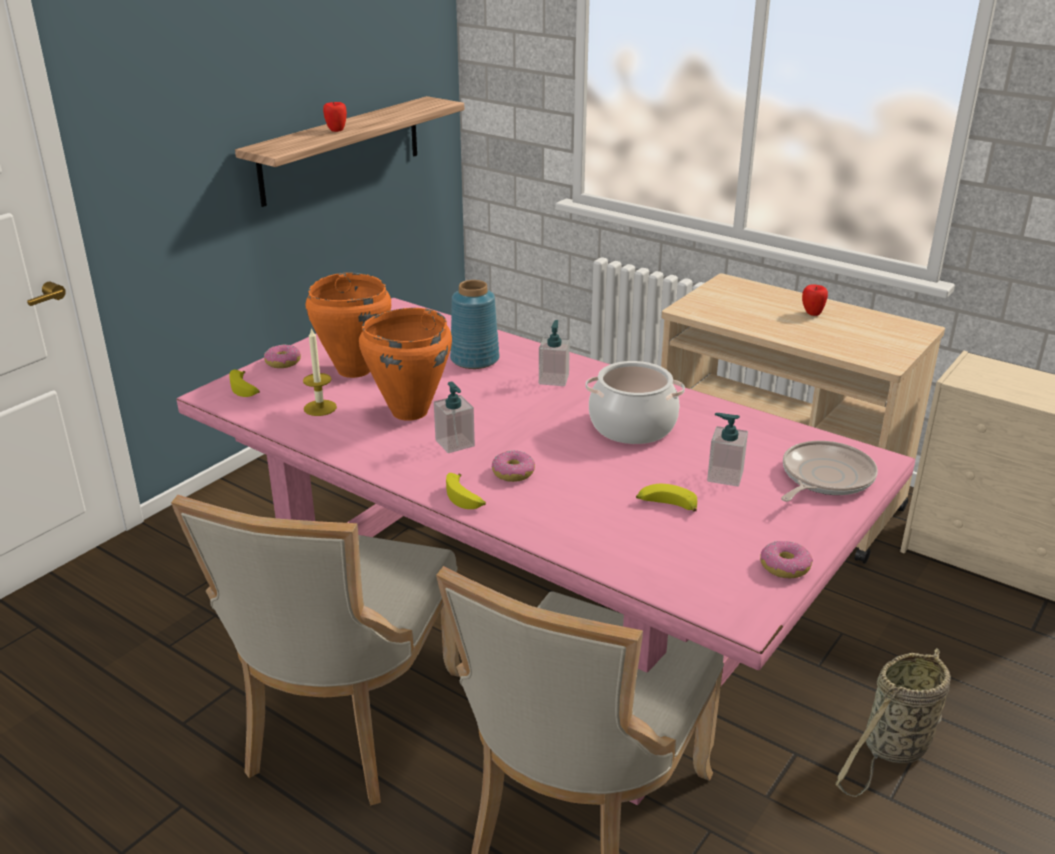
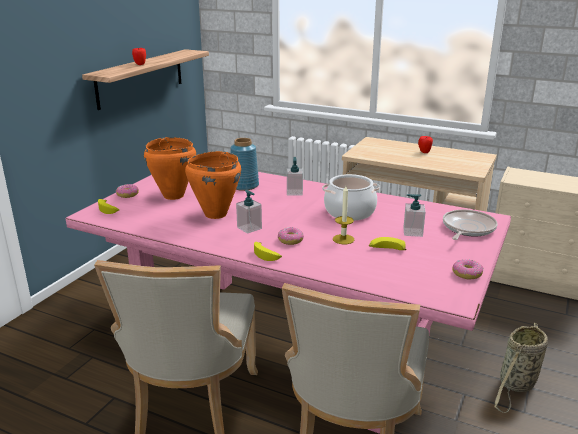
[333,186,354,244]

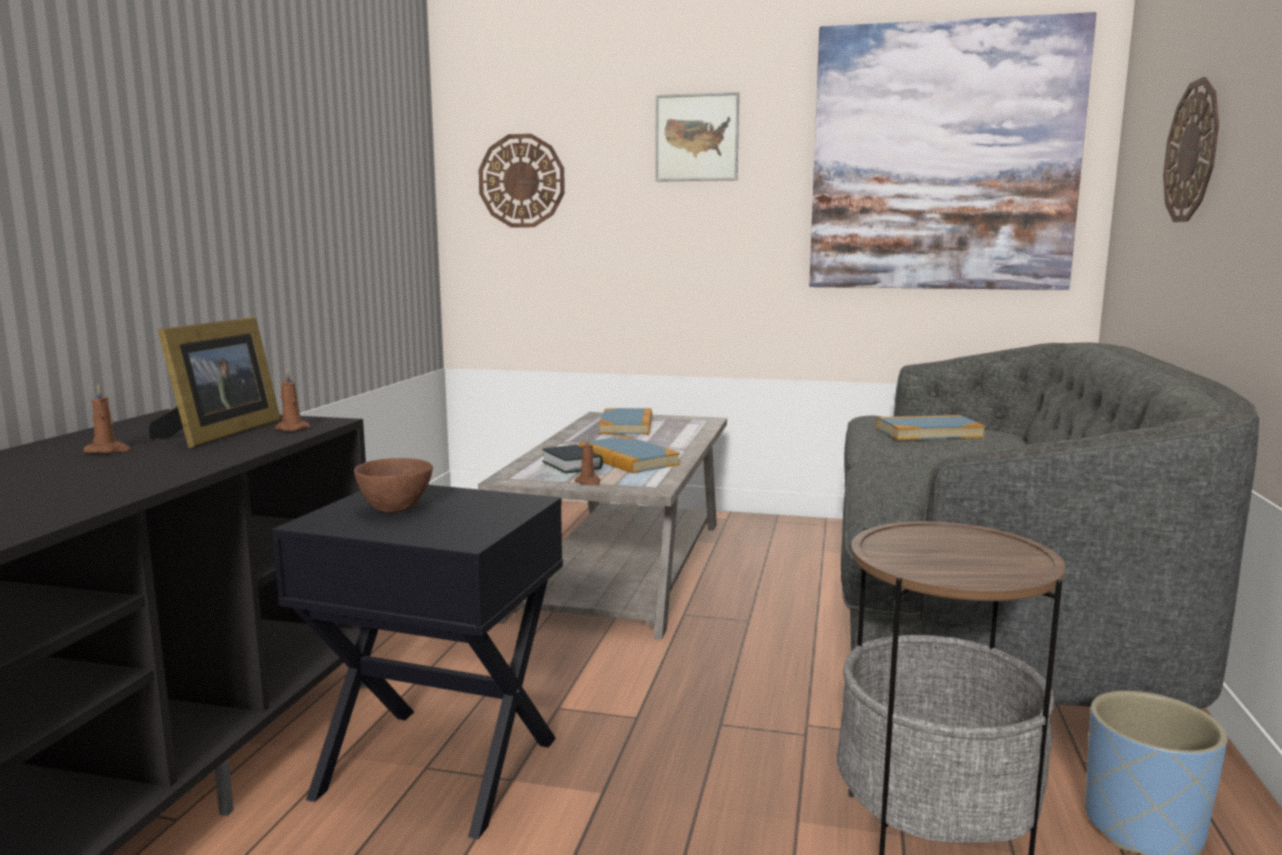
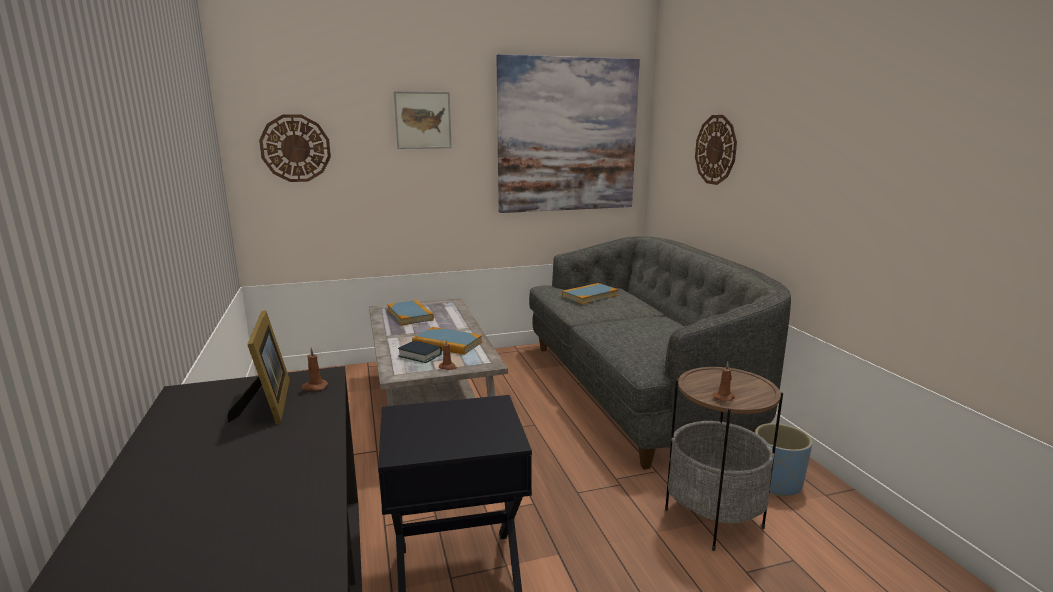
[713,362,735,402]
[354,458,433,513] (first image)

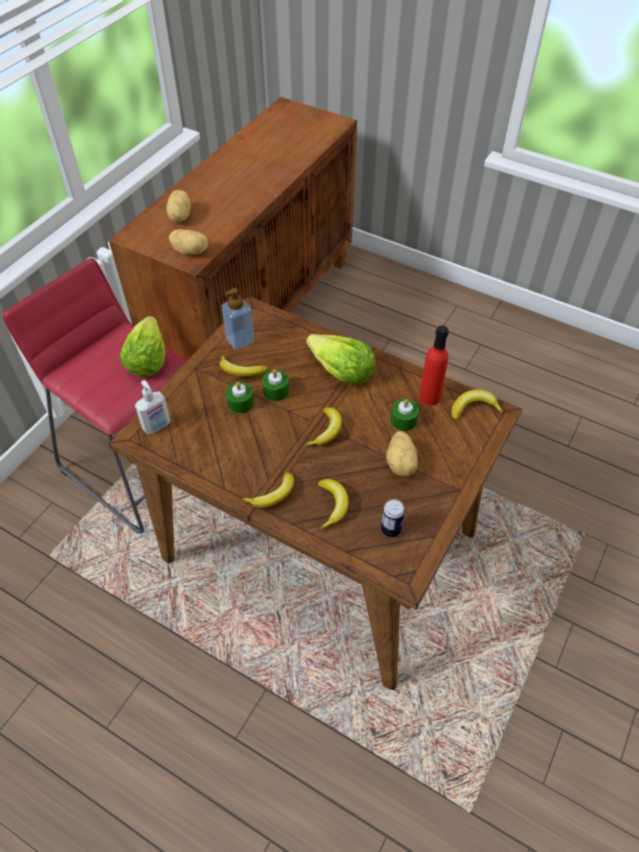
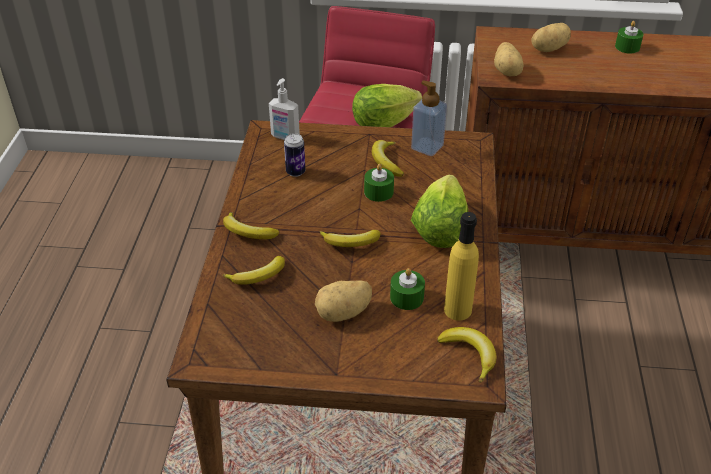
[284,133,305,177]
[444,212,479,321]
[615,21,644,54]

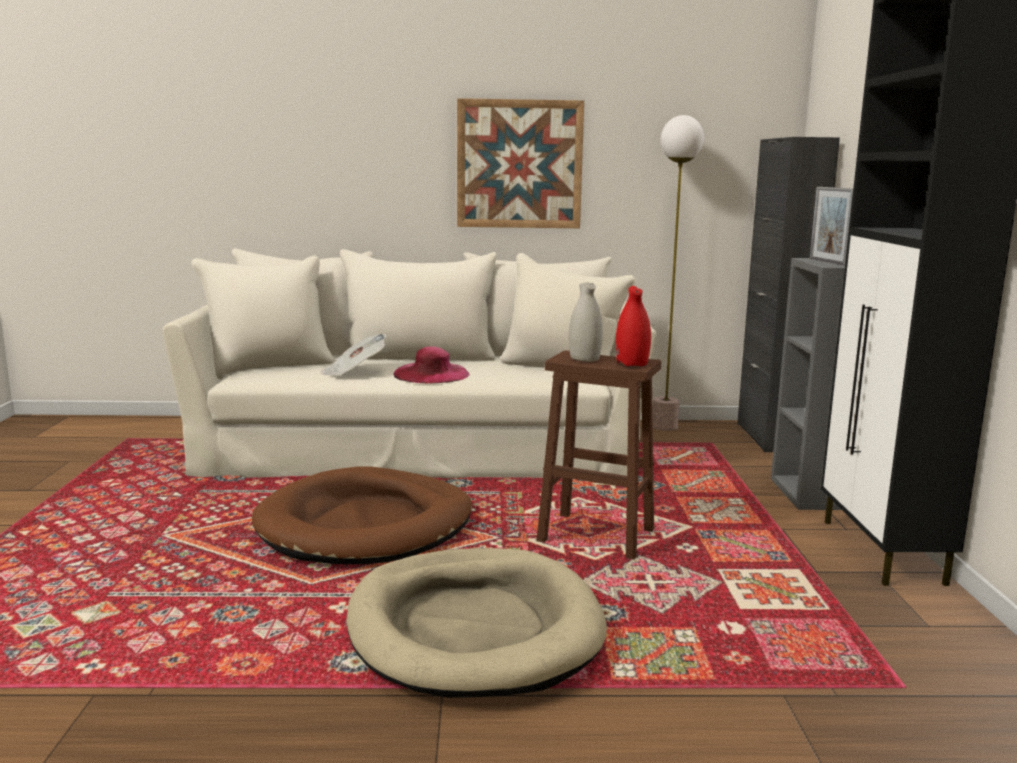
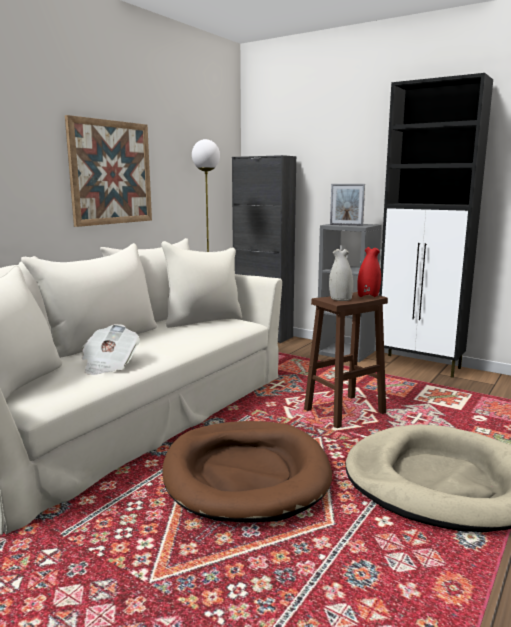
[394,346,470,383] (first image)

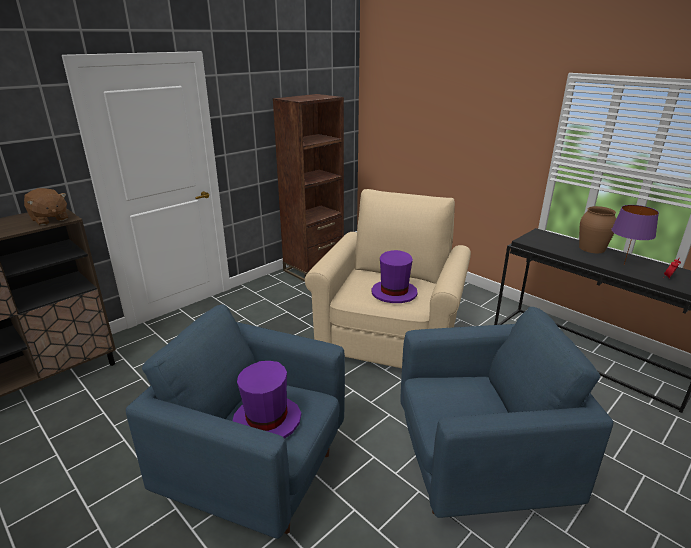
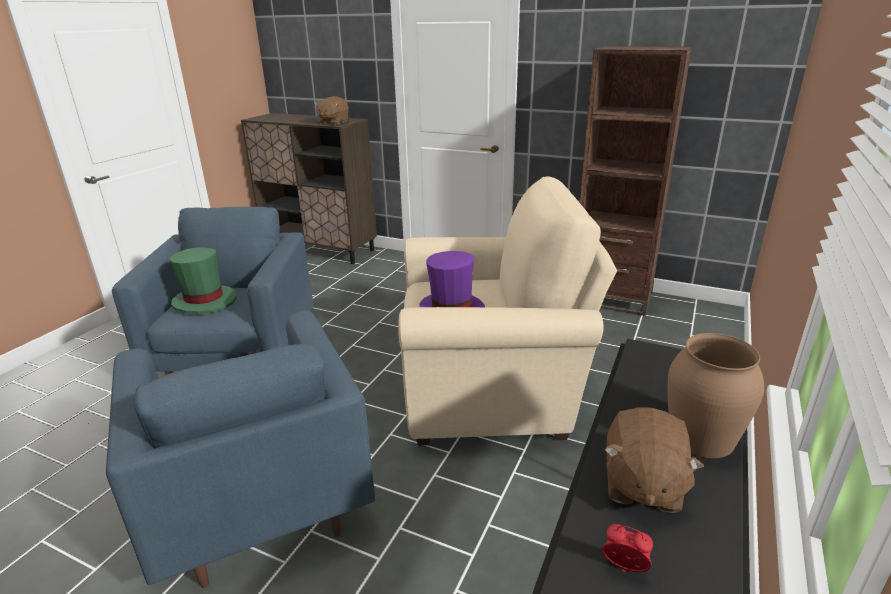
[170,247,237,314]
[604,407,704,513]

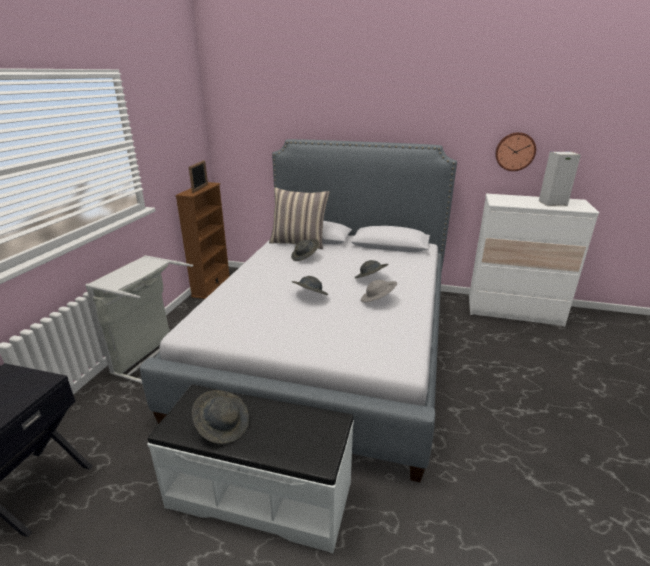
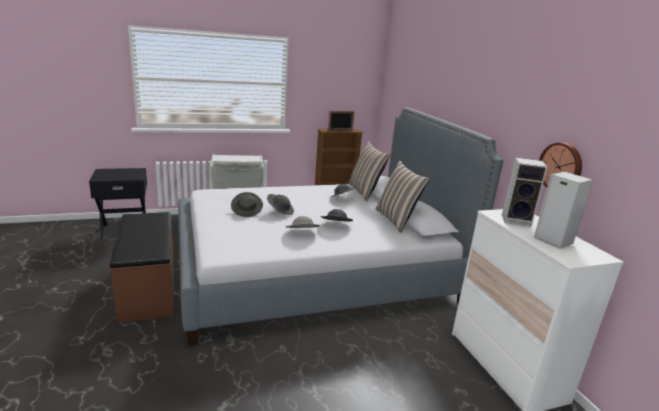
[110,212,174,323]
[231,192,263,217]
[376,161,429,233]
[502,157,547,227]

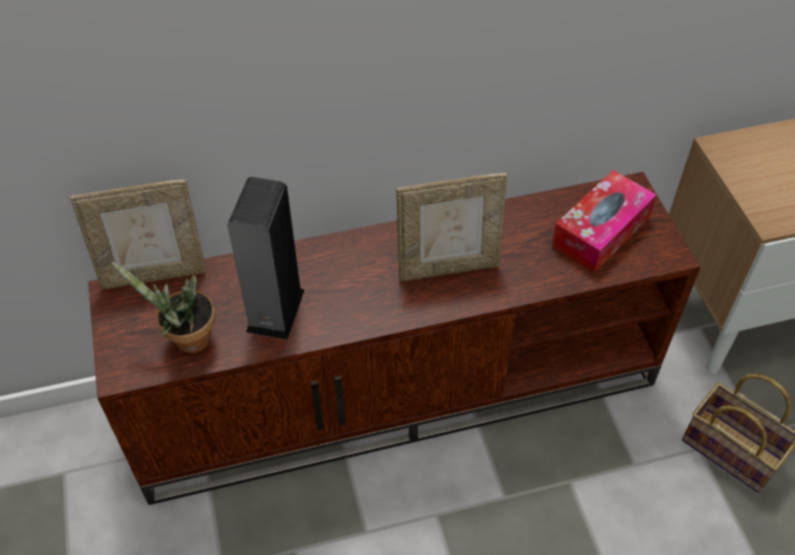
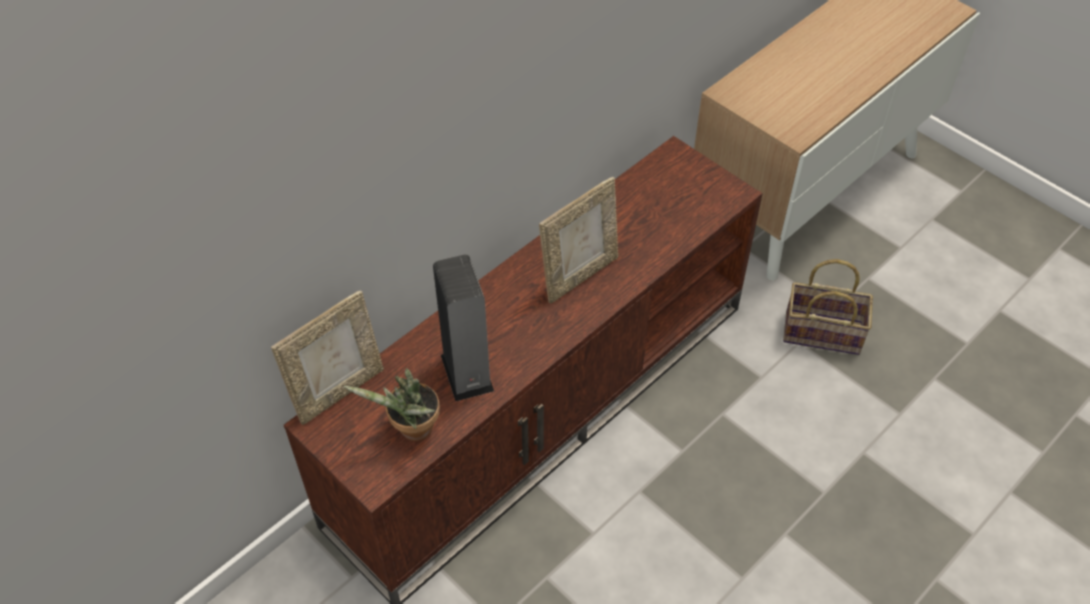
[552,170,656,273] (first image)

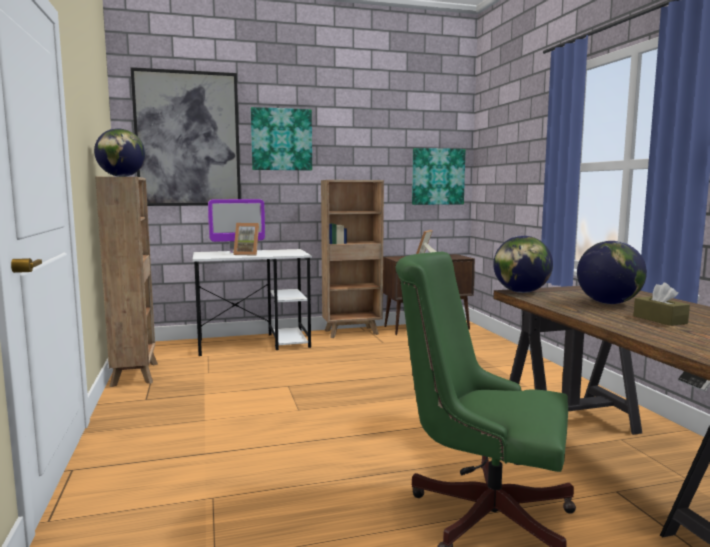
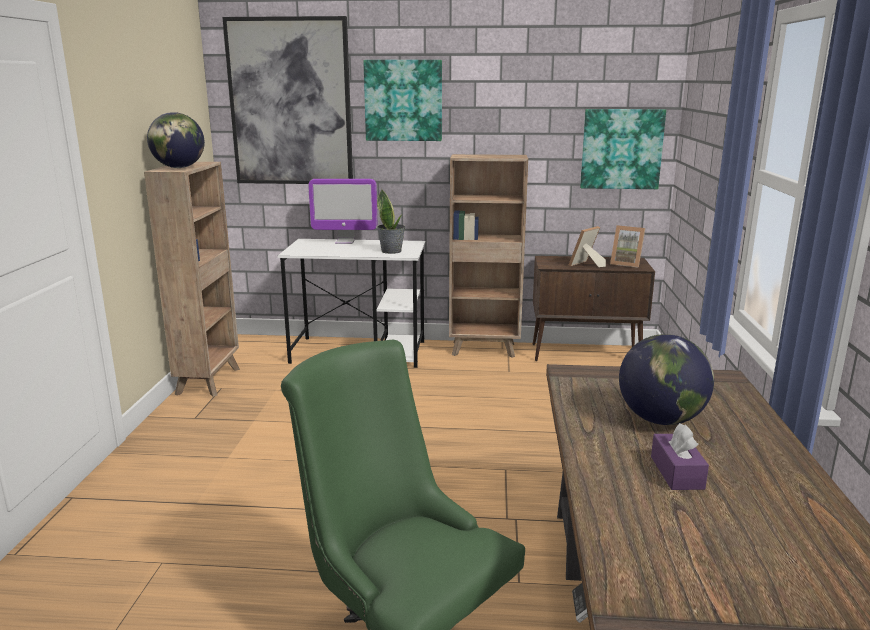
[377,189,405,254]
[610,225,645,268]
[651,423,709,490]
[493,236,553,293] (first image)

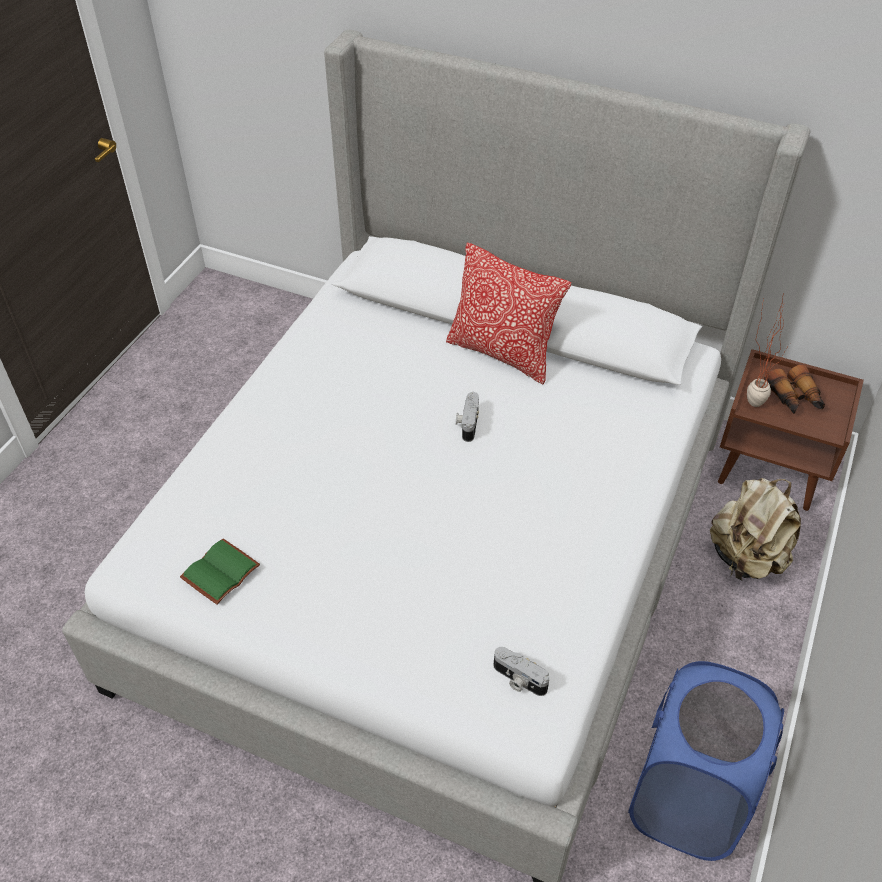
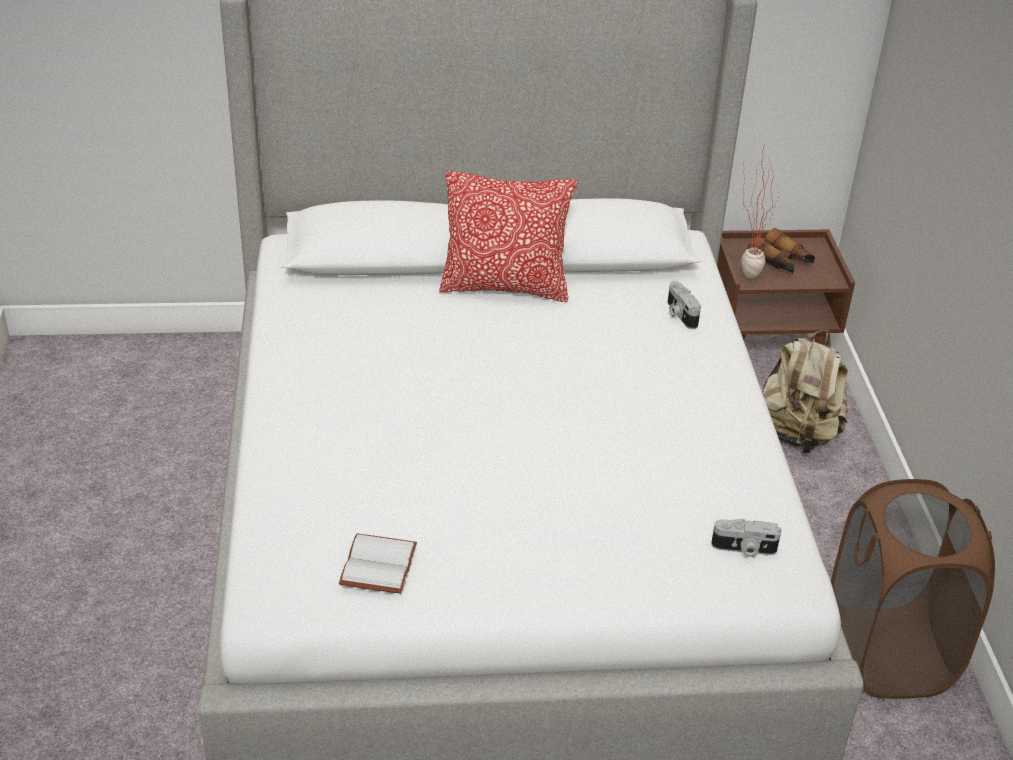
[339,533,417,594]
[667,281,701,329]
[831,479,995,699]

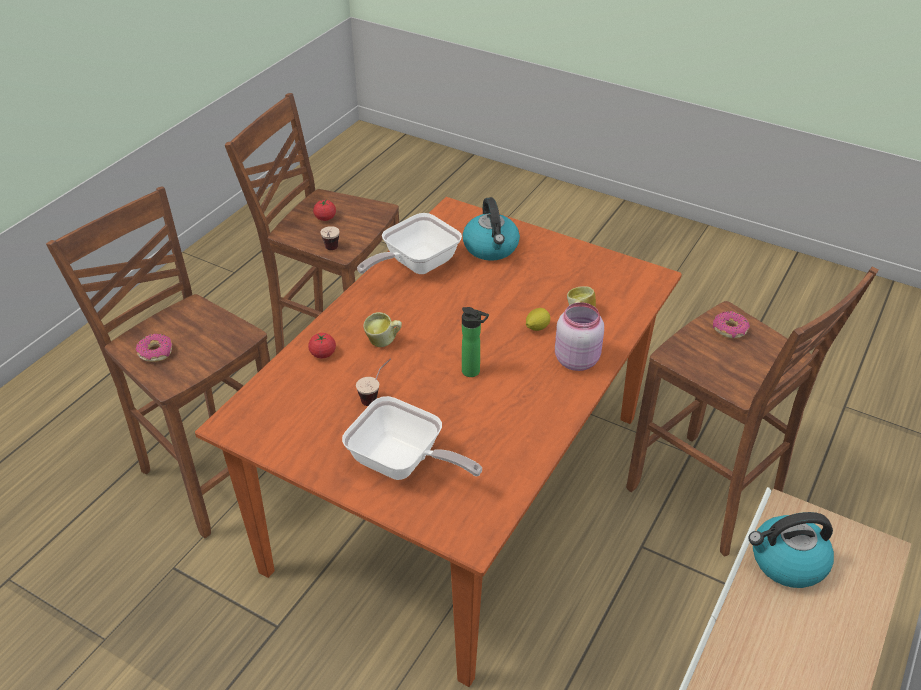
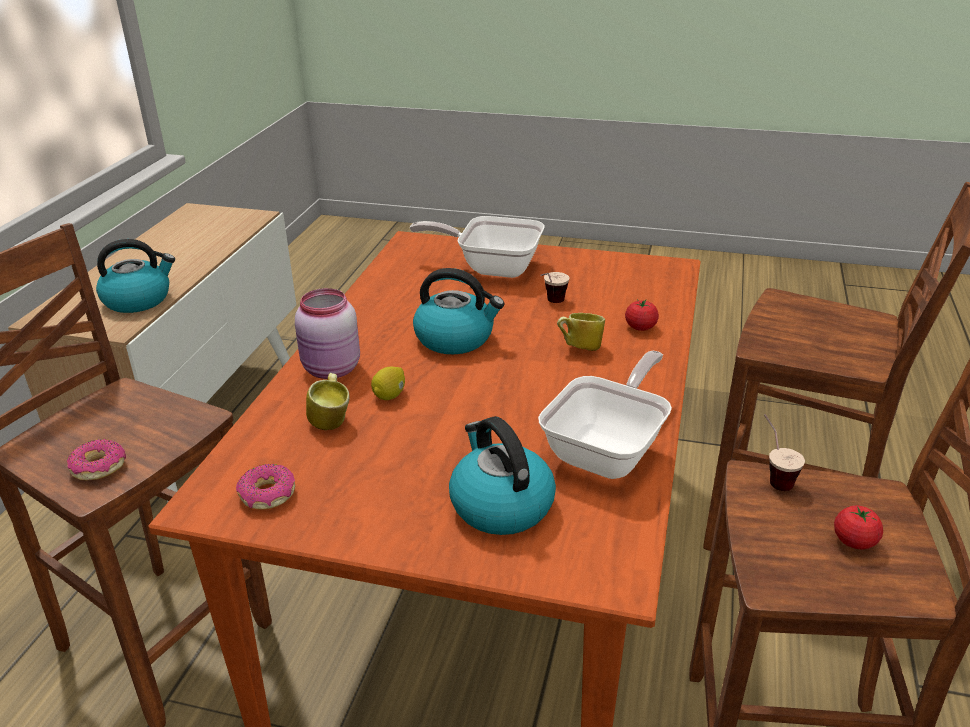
[236,464,295,510]
[413,268,505,354]

